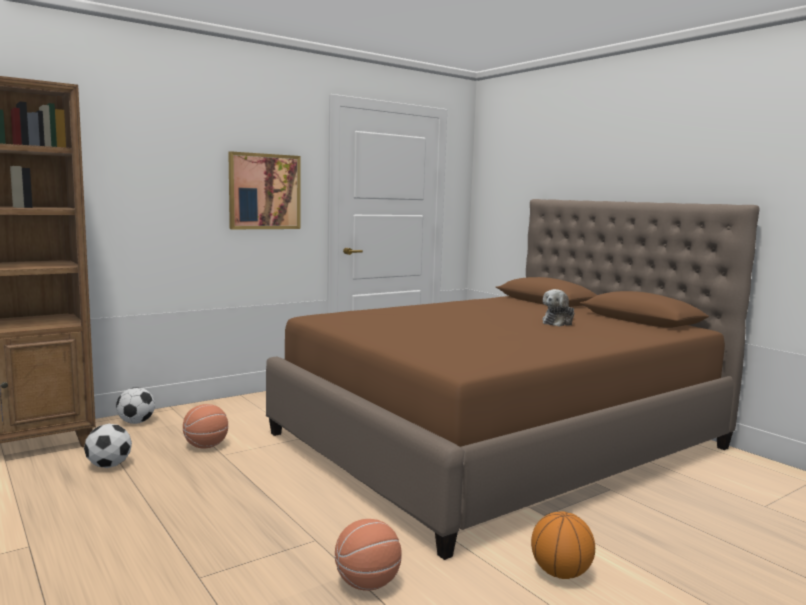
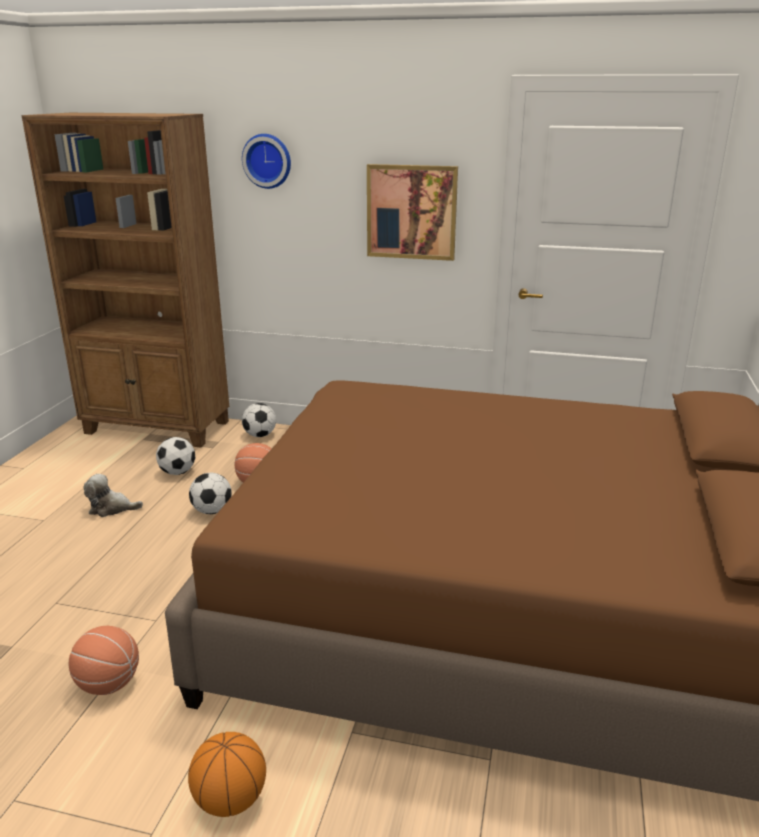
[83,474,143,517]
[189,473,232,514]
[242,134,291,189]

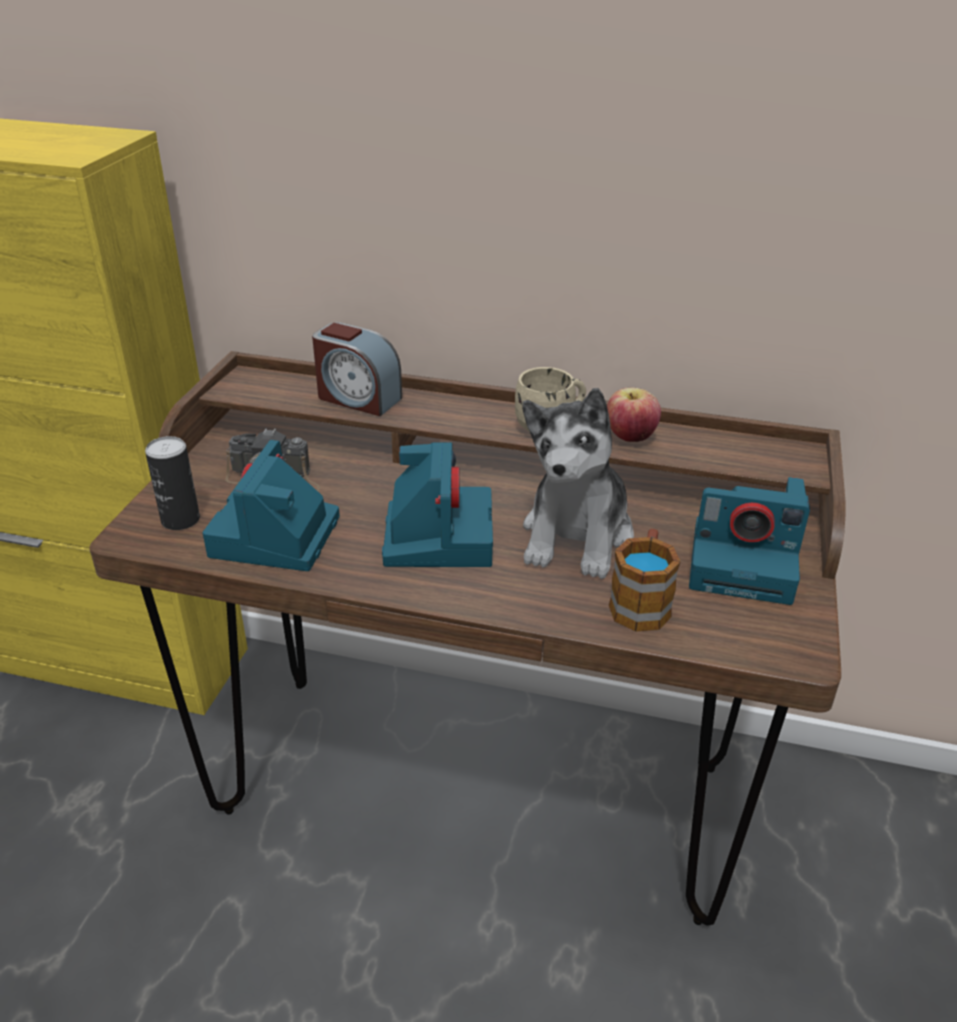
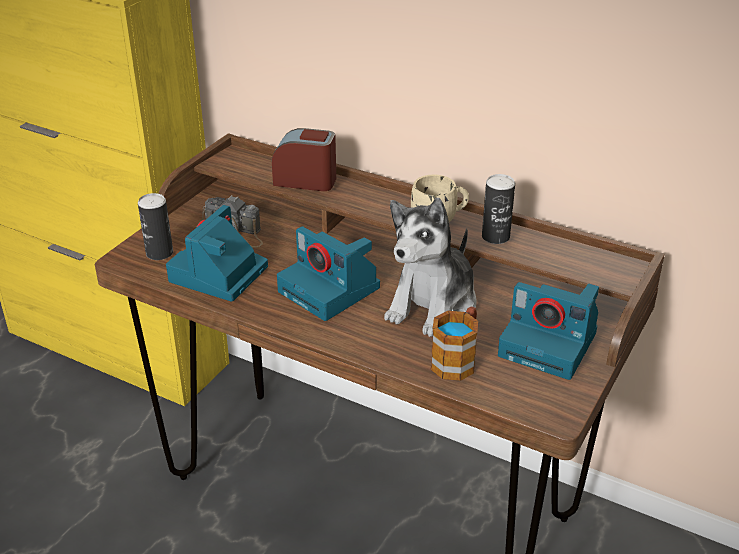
[272,128,336,191]
[277,226,380,321]
[482,174,515,244]

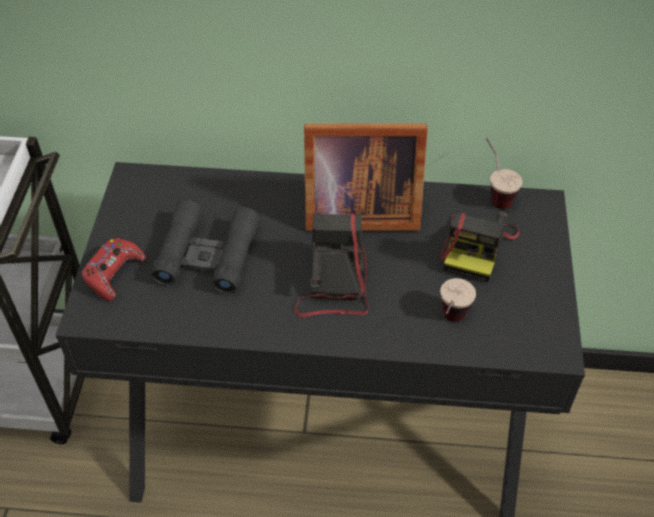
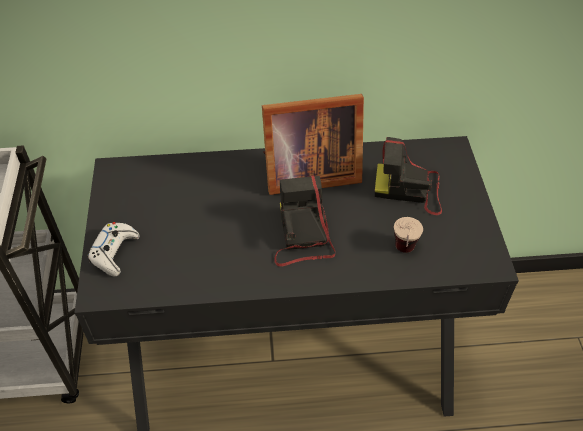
[87,222,140,276]
[375,137,442,215]
[151,199,260,294] (first image)
[486,138,523,209] (first image)

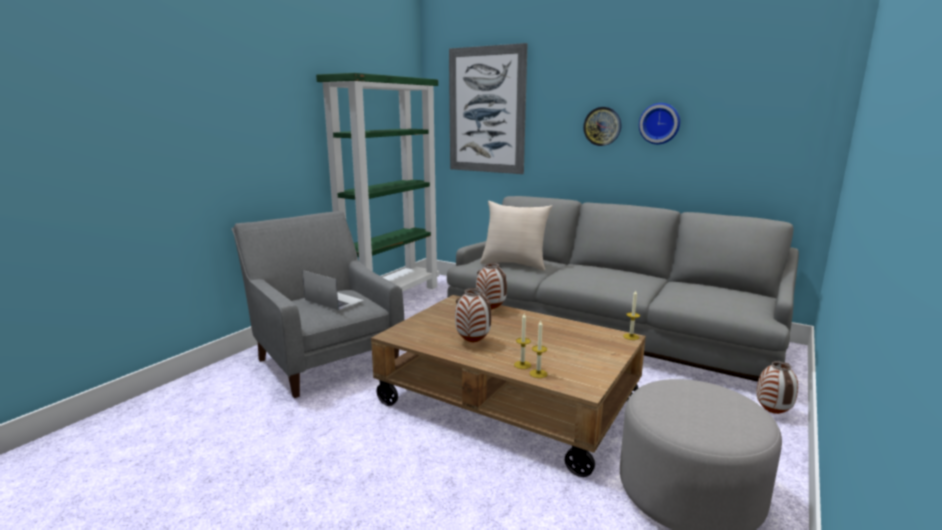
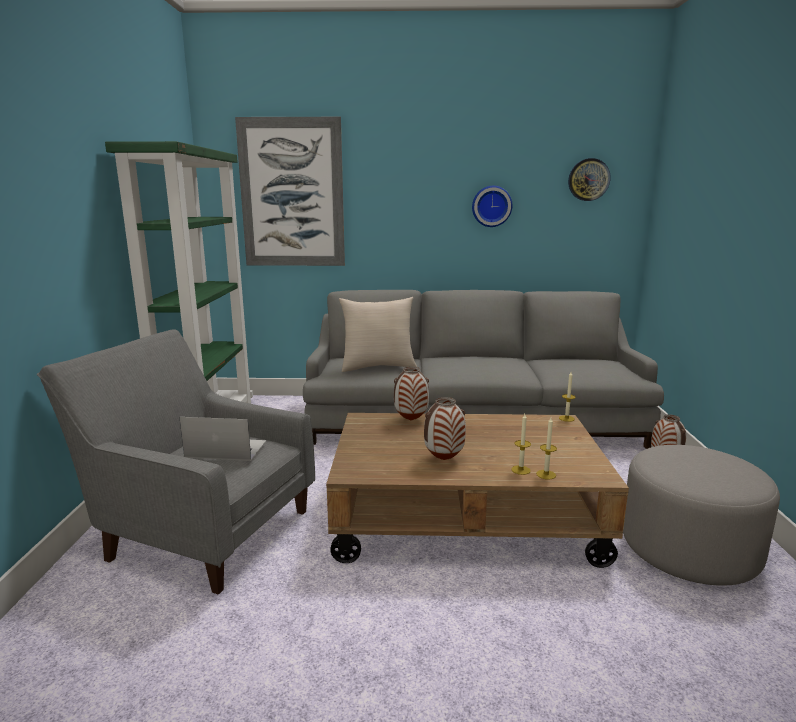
[568,158,610,201]

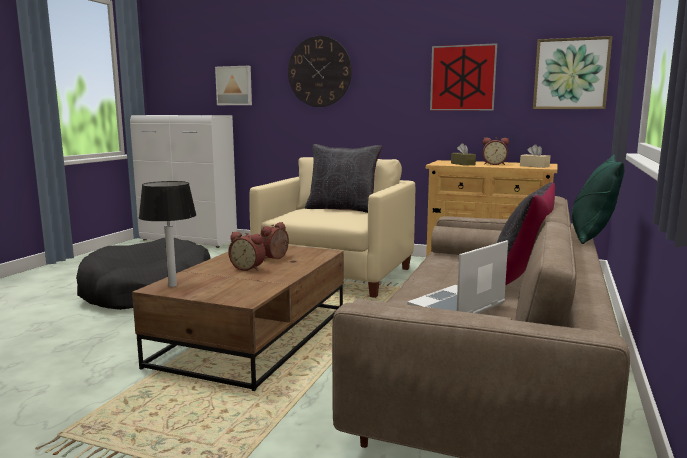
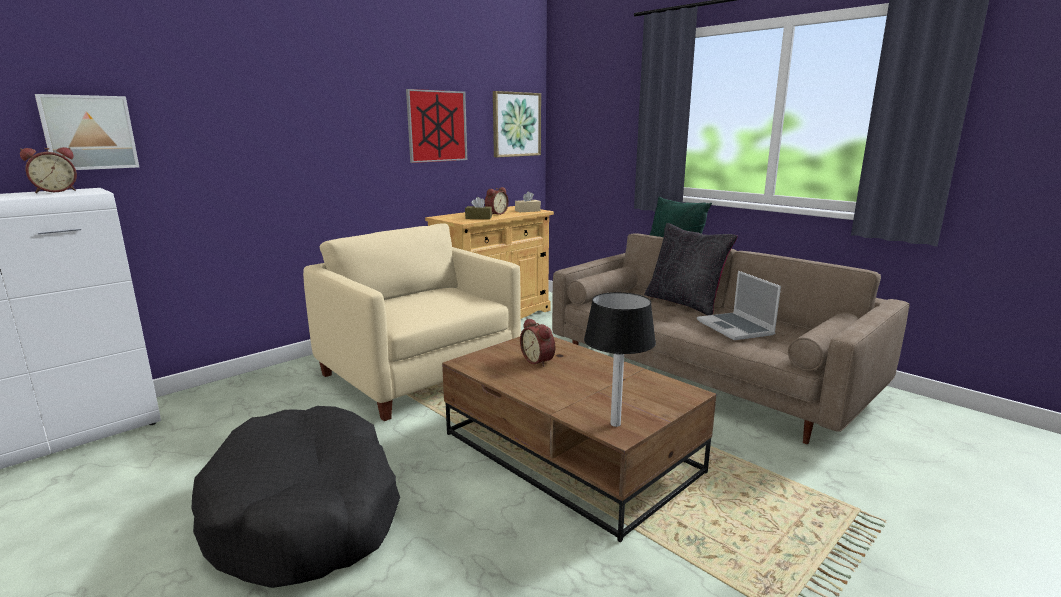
[20,147,77,193]
[288,36,352,107] (first image)
[305,144,382,213] (first image)

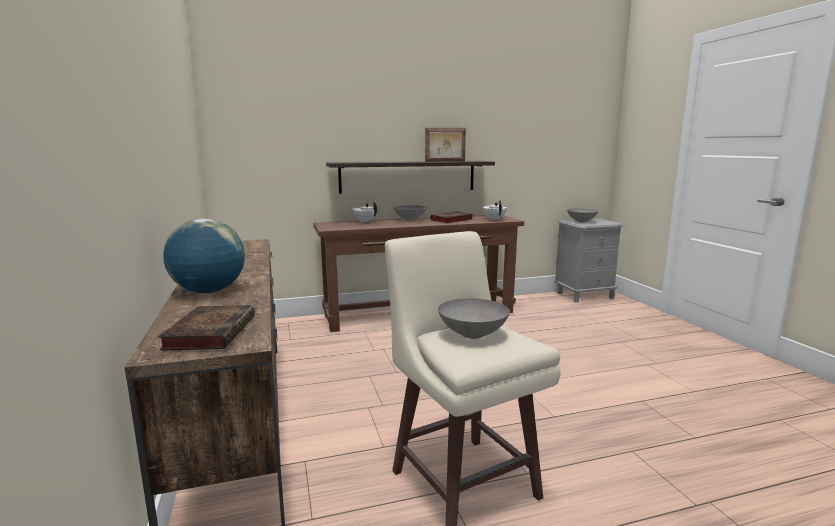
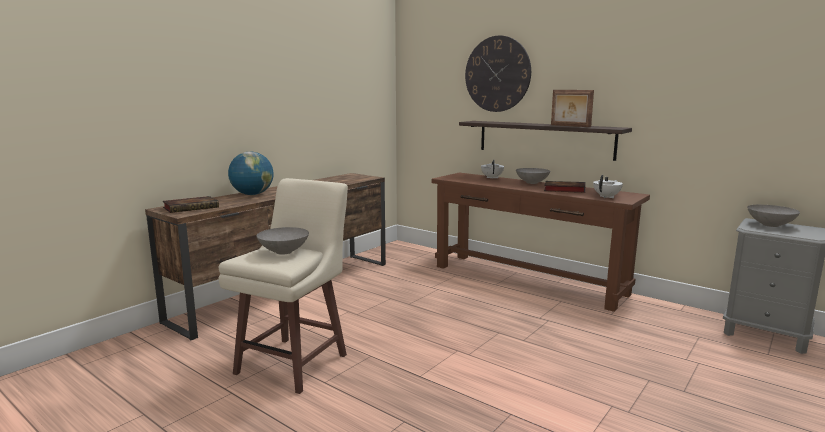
[465,35,531,112]

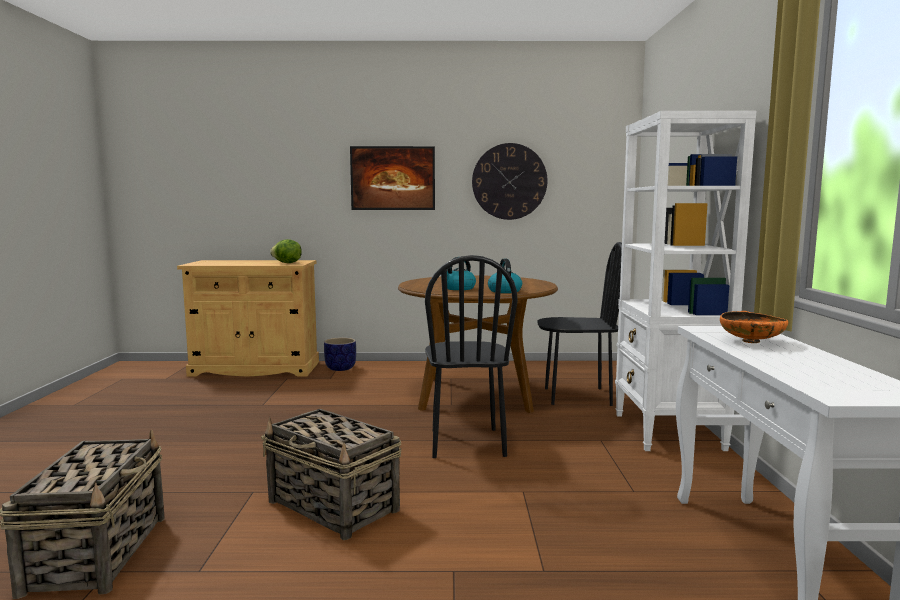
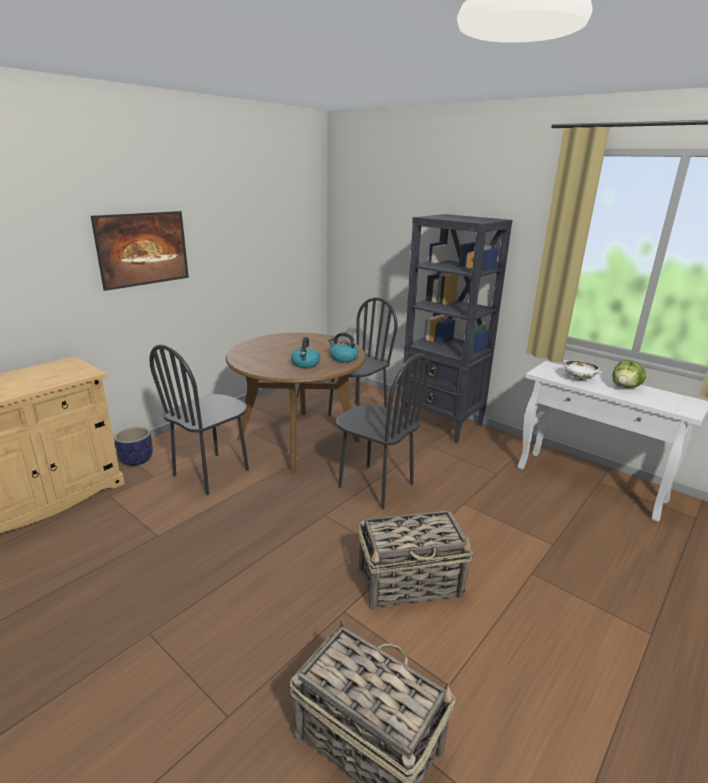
[149,344,249,495]
[401,214,512,443]
[563,360,602,380]
[612,360,646,388]
[472,143,547,220] (first image)

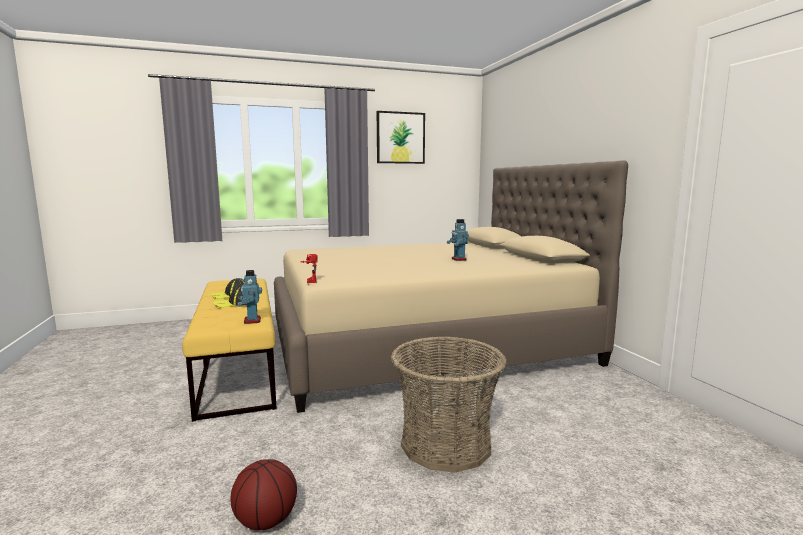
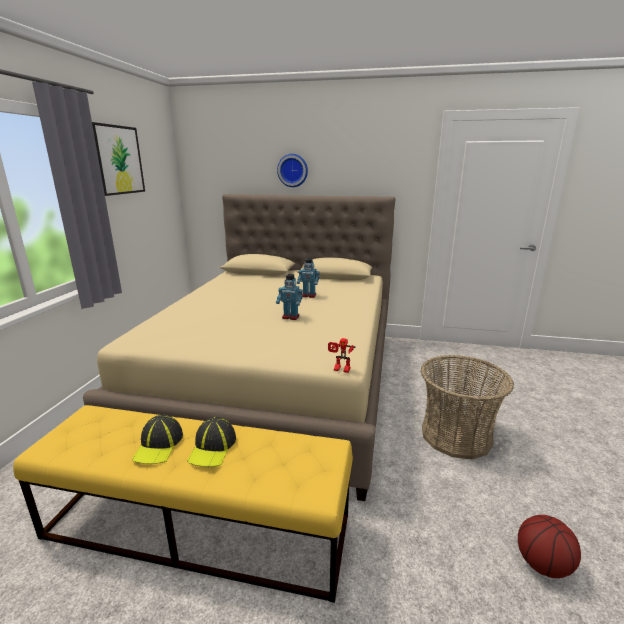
[276,274,303,320]
[277,154,308,187]

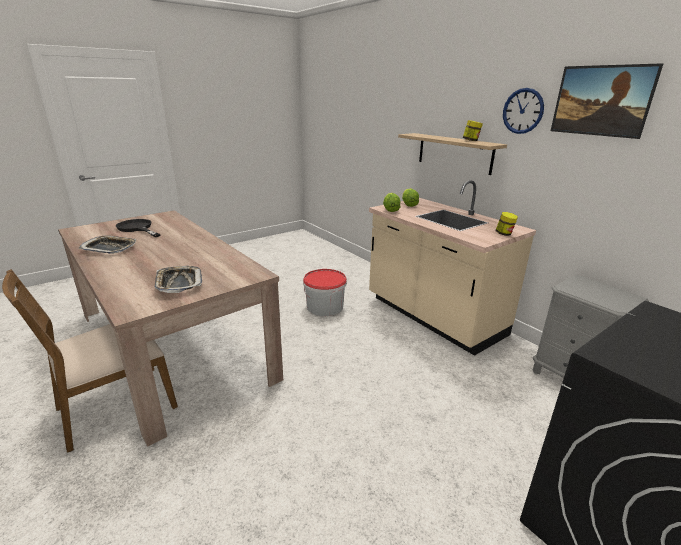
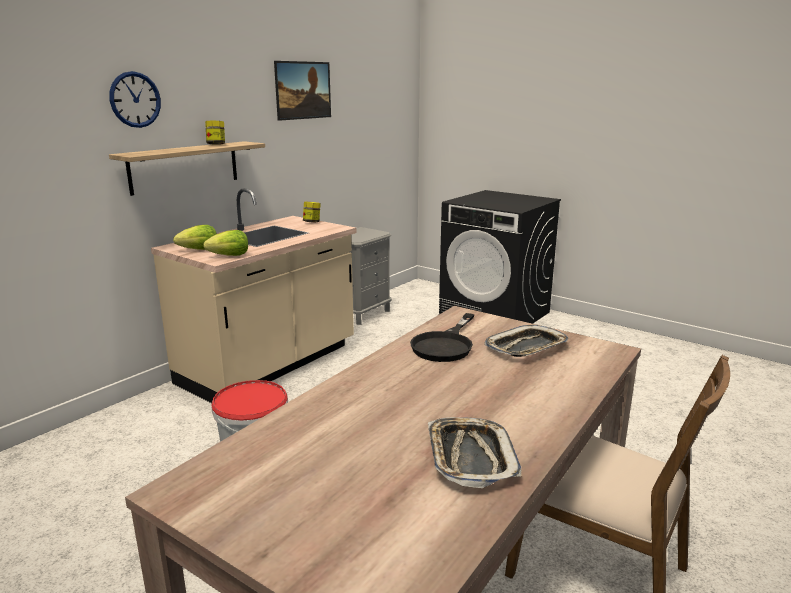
[109,71,161,128]
[410,313,475,362]

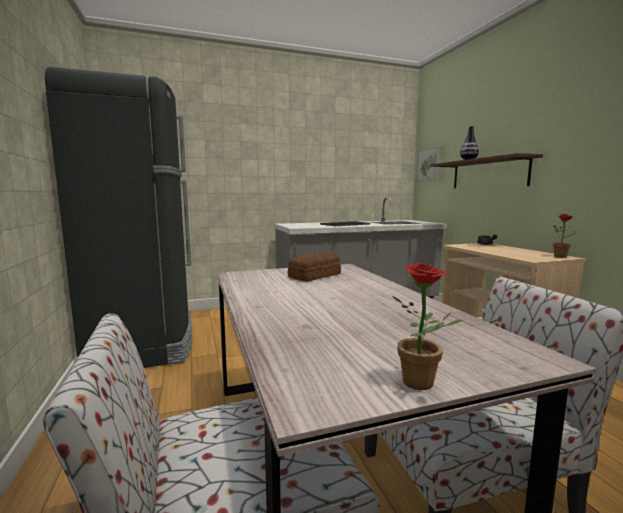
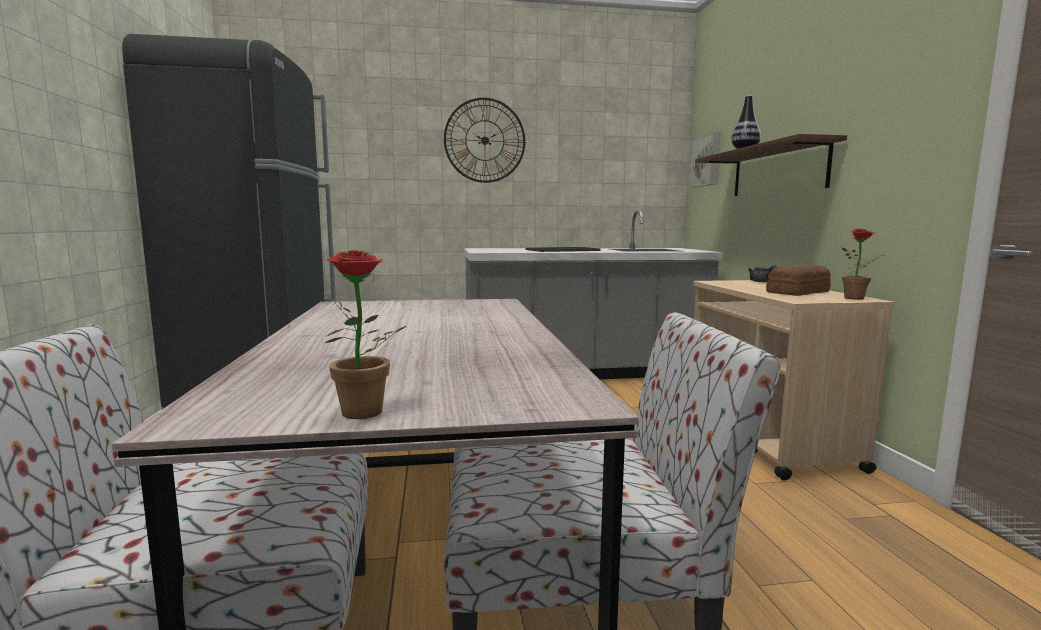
[444,98,525,183]
[766,264,831,296]

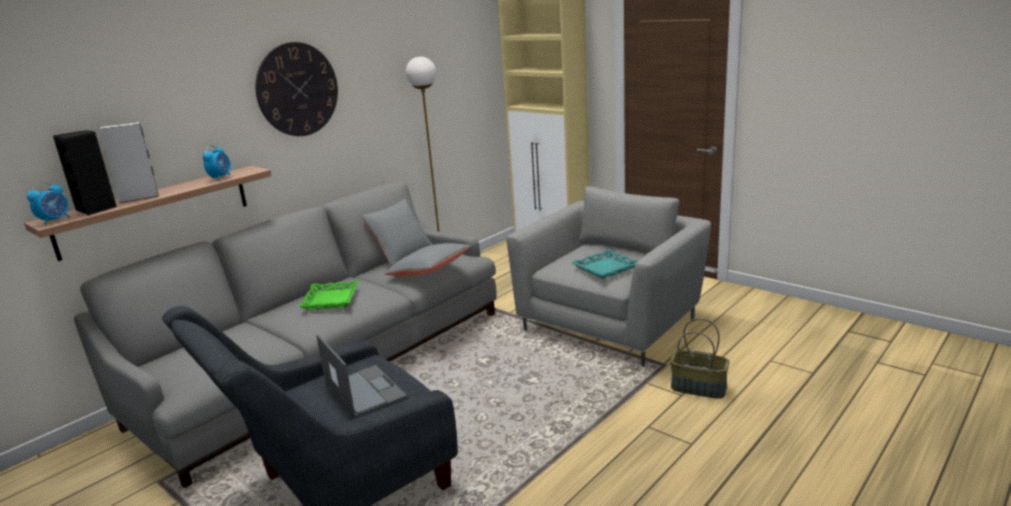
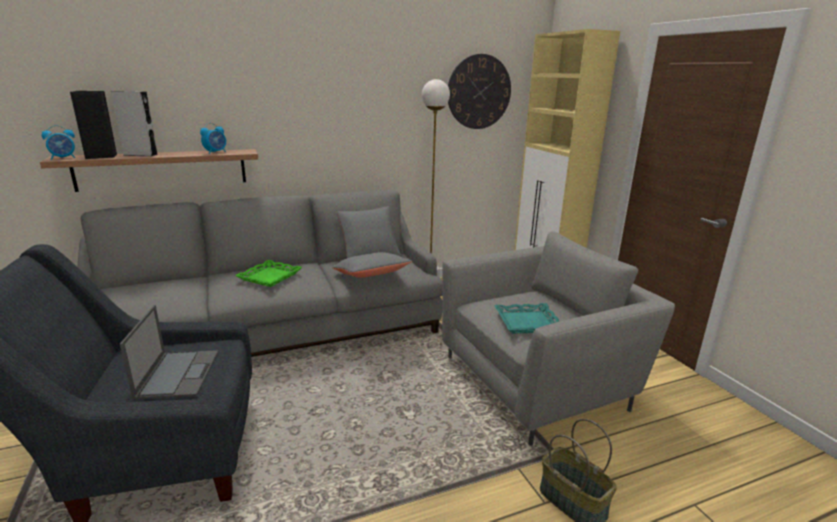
[448,54,511,129]

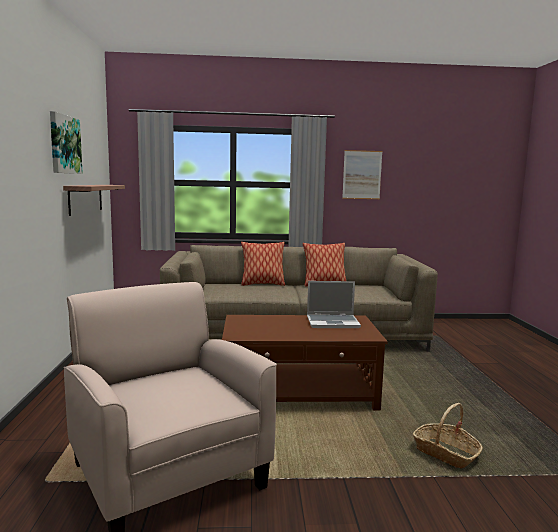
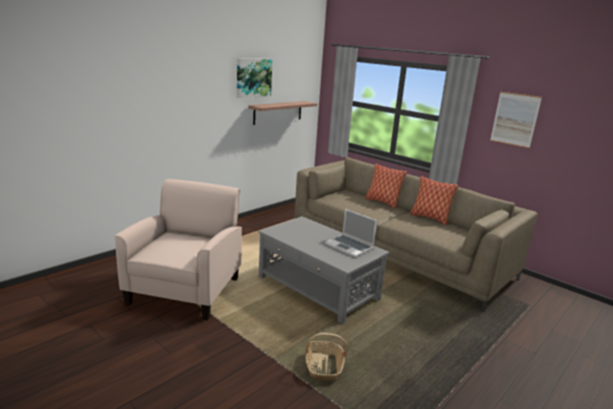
[258,216,389,324]

